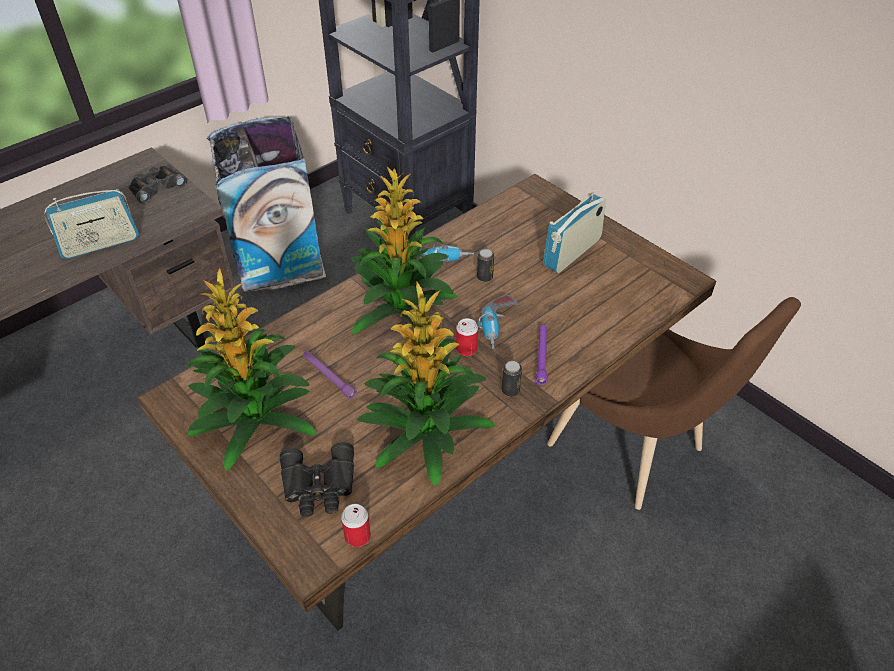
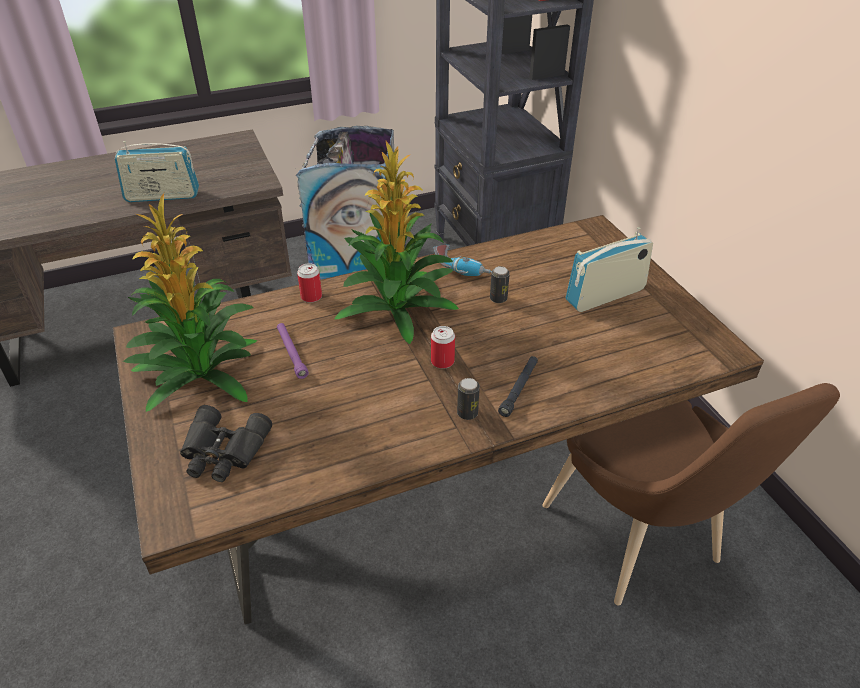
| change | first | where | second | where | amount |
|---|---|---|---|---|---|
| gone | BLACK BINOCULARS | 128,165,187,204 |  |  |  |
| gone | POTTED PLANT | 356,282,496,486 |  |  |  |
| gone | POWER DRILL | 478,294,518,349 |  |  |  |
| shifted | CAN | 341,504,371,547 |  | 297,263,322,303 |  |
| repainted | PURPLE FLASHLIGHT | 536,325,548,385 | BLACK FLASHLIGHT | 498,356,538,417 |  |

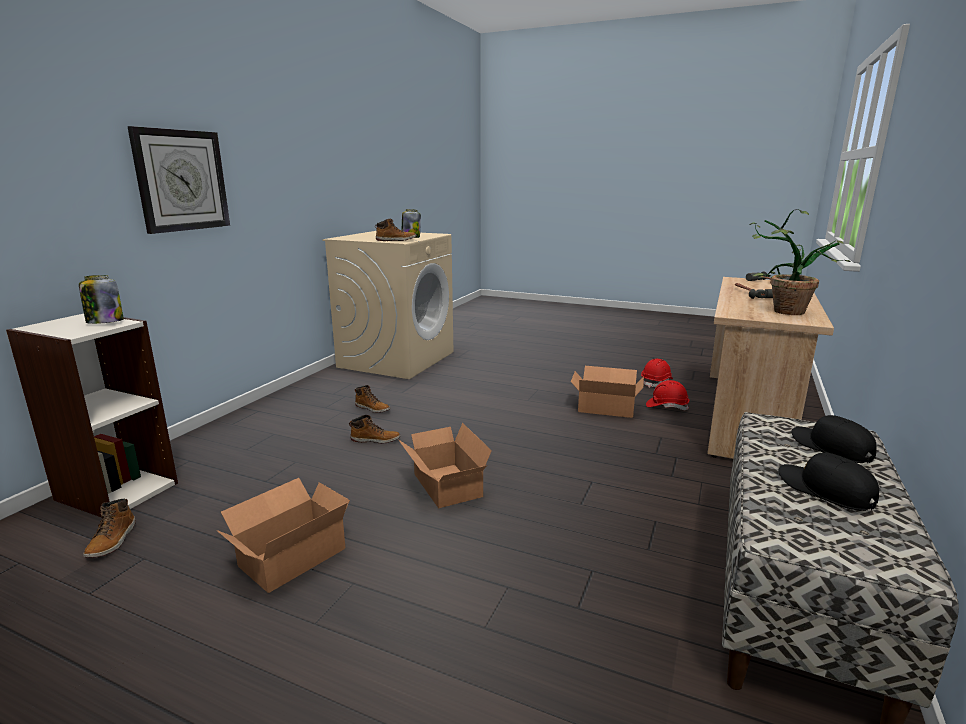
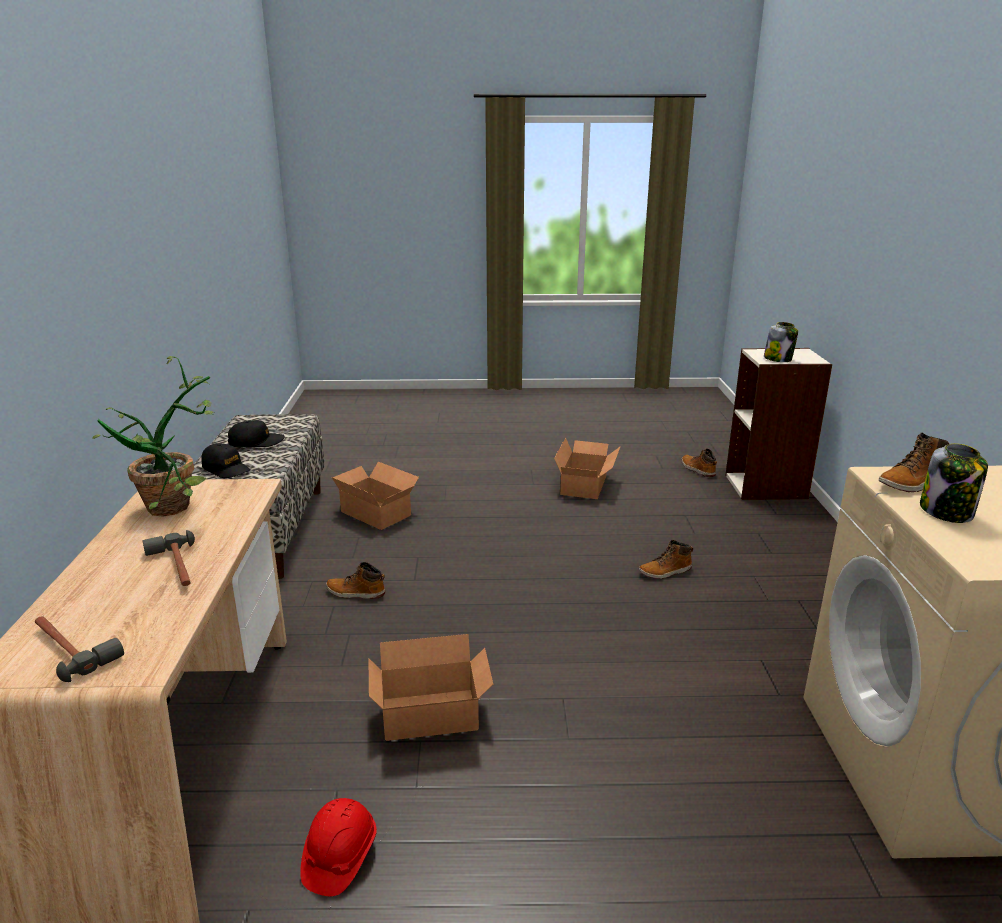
| change | first | where | second | where | amount |
|---|---|---|---|---|---|
| gone | WALL CLOCK | 127,126,230,234 |  |  |  |
| gone | RED HARD HAT | 646,380,689,410 |  |  |  |
| shifted | BOOT | 355,385,390,413 |  | 326,562,385,599 |  |
| shifted | CARDBOARD BOX | 398,423,492,508 |  | 332,462,419,530 |  |
| rotated | BLACK CAP | 778,452,879,511 |  | 228,420,285,448 | 45 degrees counterclockwise |

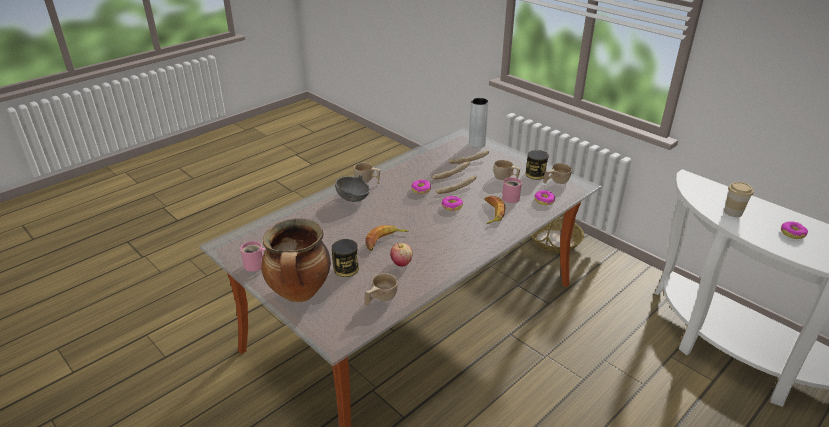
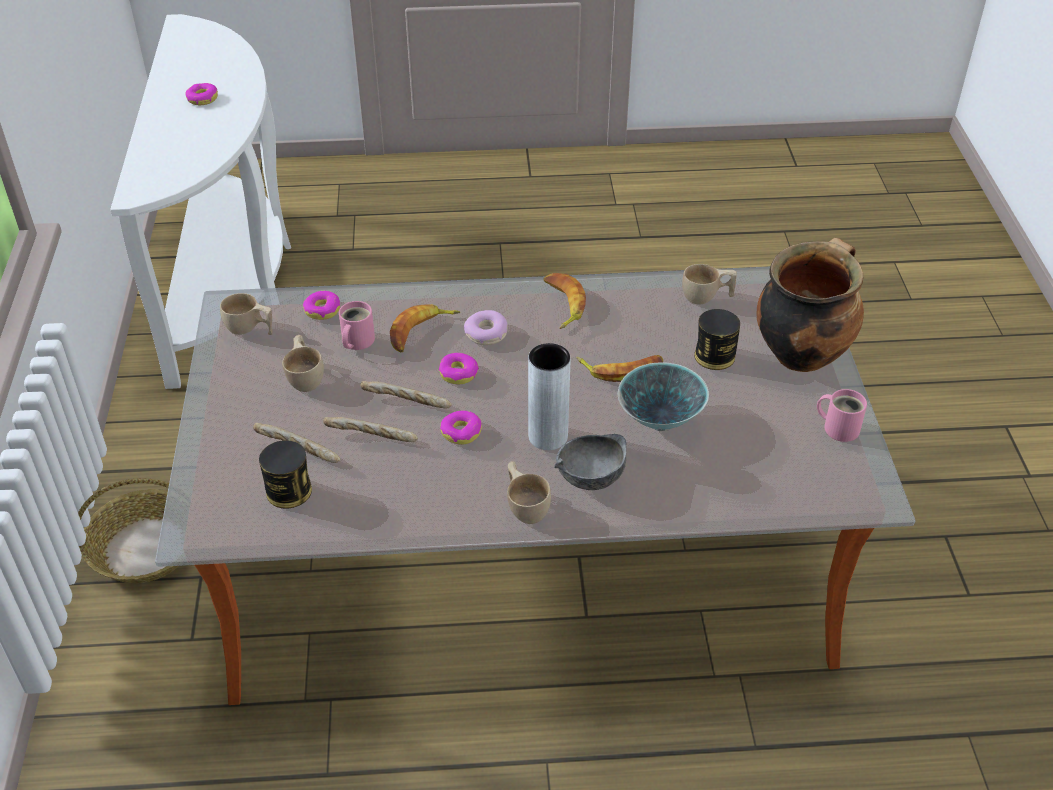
| change | first | where | second | where | amount |
|---|---|---|---|---|---|
| gone | APPLE | 390,243,413,266 |  |  |  |
| gone | CUP | 724,182,754,217 |  |  |  |
| new |  |  | DONUT | 464,310,508,345 |  |
| new |  |  | BANANA | 544,273,586,329 |  |
| new |  |  | BOWL | 617,362,709,431 |  |
| shifted | GREY VASE | 469,98,489,148 |  | 528,343,571,450 |  |
| shifted | CAN | 526,150,549,180 |  | 259,440,312,509 |  |

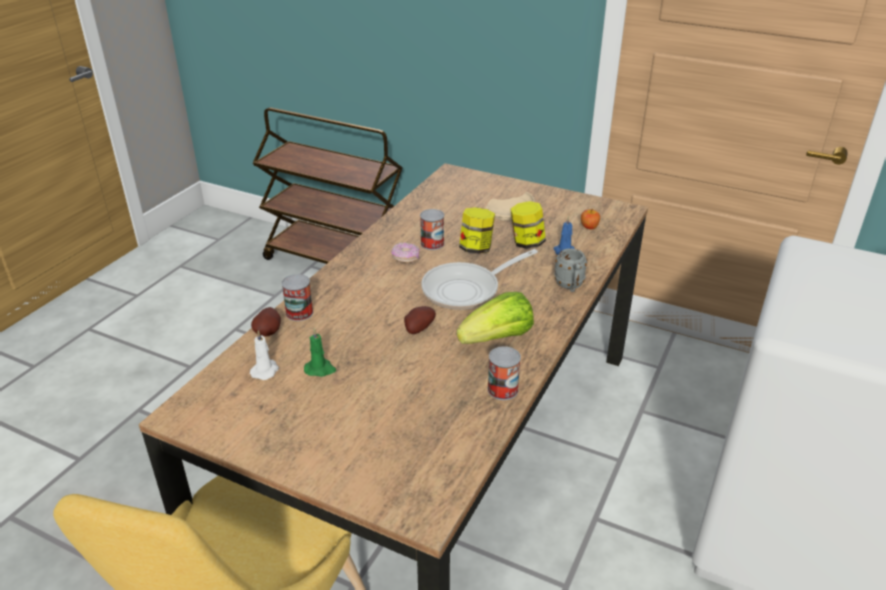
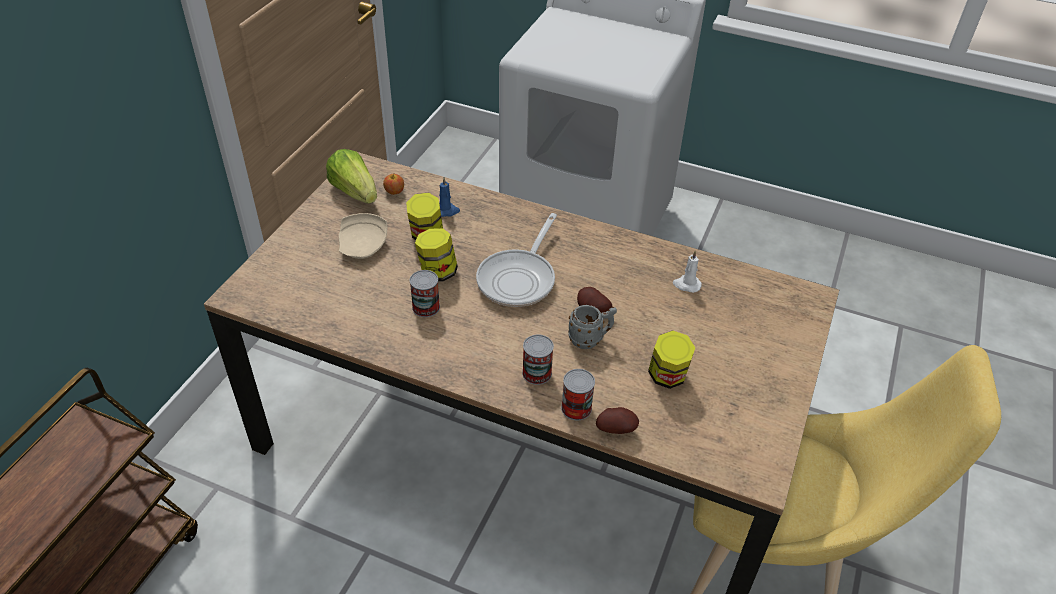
| change | first | where | second | where | amount |
|---|---|---|---|---|---|
| gone | DONUT | 391,242,420,263 |  |  |  |
| shifted | WHITE CANDLE | 250,330,279,380 |  | 673,251,702,293 |  |
| shifted | LETTUCE | 457,292,534,344 |  | 326,149,377,204 |  |
| shifted | CAN | 487,346,521,400 |  | 522,335,554,385 |  |
| shifted | GREY MUG | 555,248,587,292 |  | 568,305,617,349 |  |
| swapped | GREEN CANDLE | 304,328,336,377 | JAR | 648,330,695,389 |  |
| rotated | FRYING PAN | 421,249,538,310 |  | 476,213,557,307 | 60 degrees clockwise |

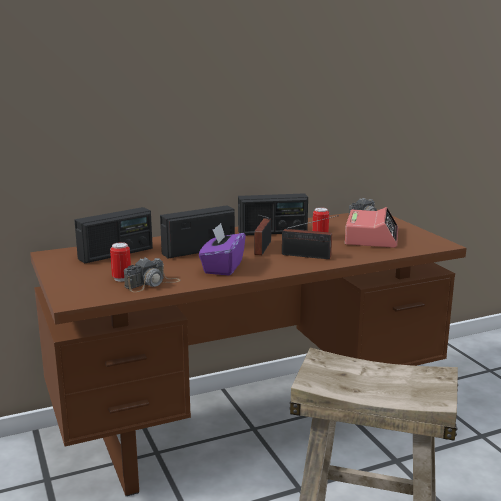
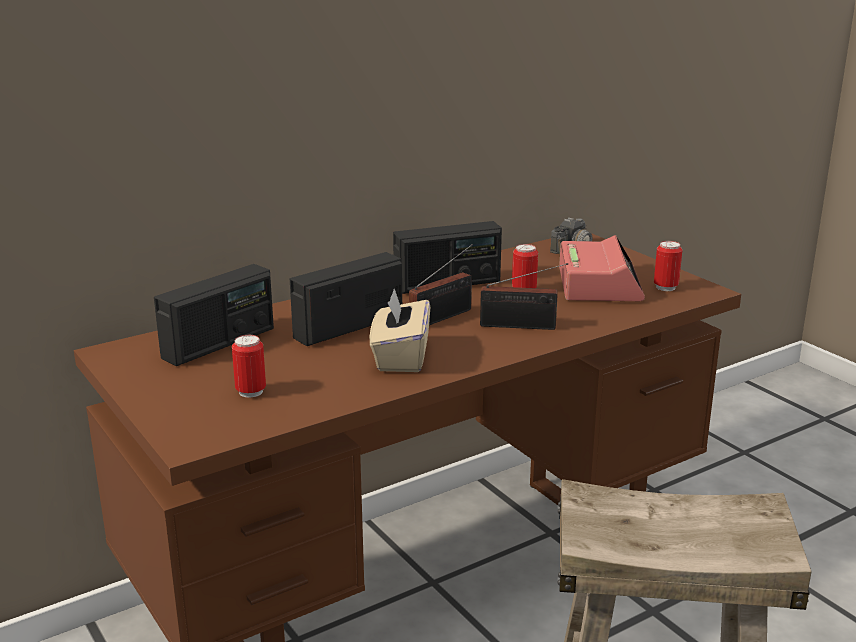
| change | first | where | second | where | amount |
|---|---|---|---|---|---|
| gone | PHOTO CAMERA | 124,258,180,292 |  |  |  |
| new |  |  | CAN | 654,241,682,291 |  |
| repainted | PURPLE TISSUE BOX | 199,223,246,275 | BEIGE TISSUE BOX | 369,289,430,372 |  |
| rotated | RADIO | 254,215,271,255 |  | 409,244,473,325 | 135 degrees counterclockwise |

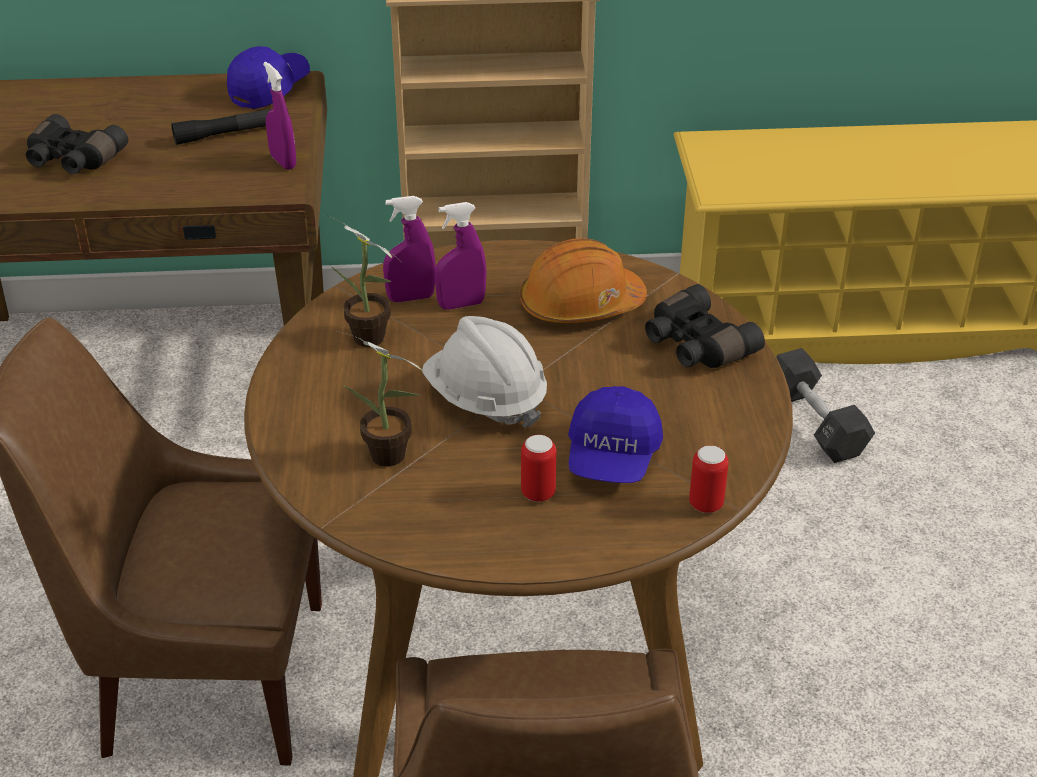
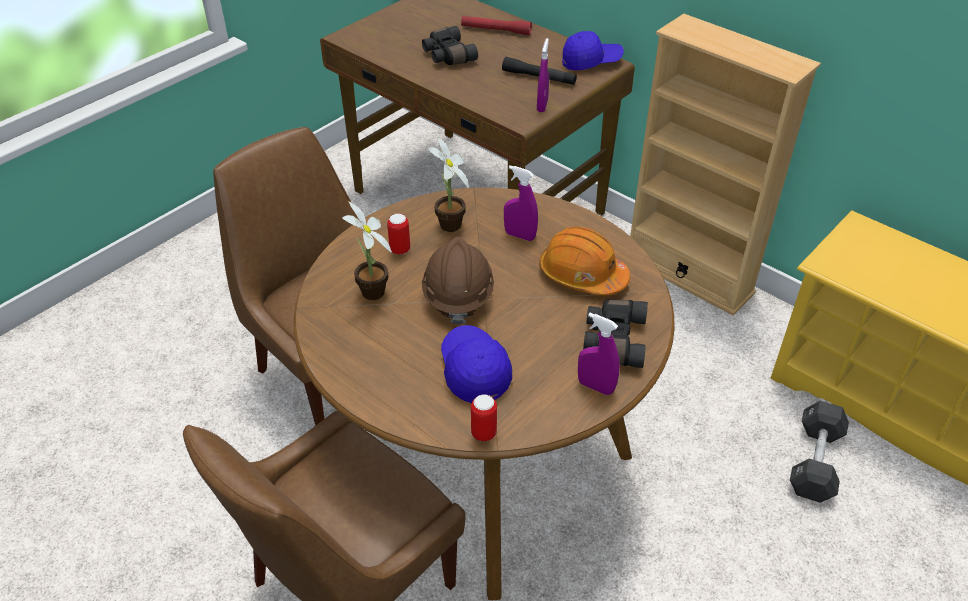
| change | first | where | second | where | amount |
|---|---|---|---|---|---|
| new |  |  | RED FLASHLIGHT | 461,16,532,35 |  |
| shifted | PURPLE SPRAY BOTTLE | 383,196,436,302 |  | 578,313,620,395 |  |
| shifted | CAN | 521,435,556,502 |  | 387,214,410,255 |  |
| repainted | WHITE HARD HAT | 422,316,547,428 | BROWN HARD HAT | 422,237,494,325 |  |
| rotated | BLUE CAP | 568,386,663,483 |  | 441,325,512,403 | 105 degrees clockwise |

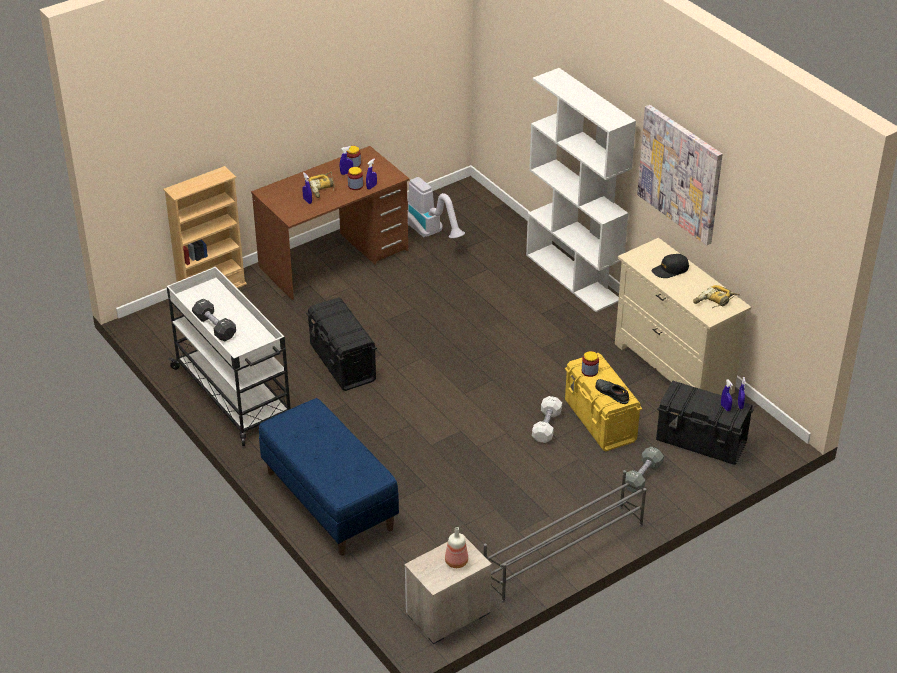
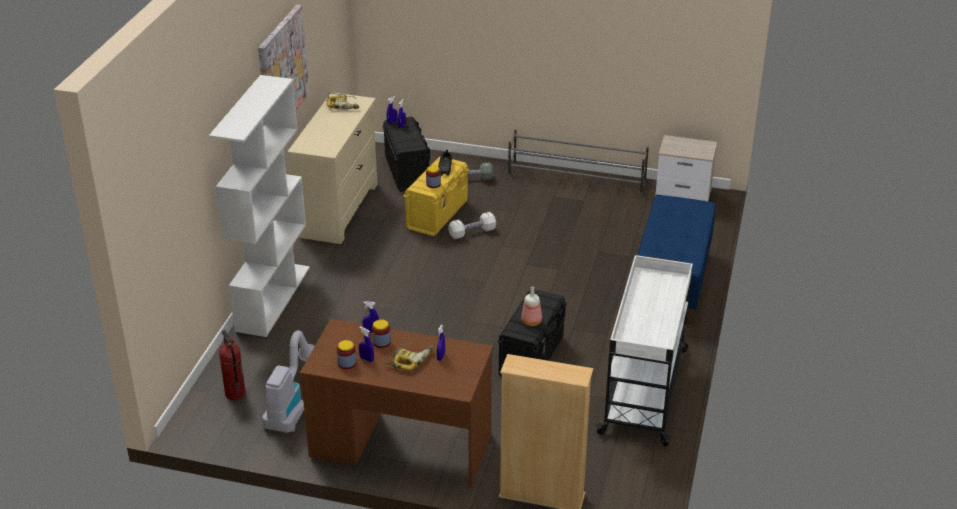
| change | first | where | second | where | amount |
|---|---|---|---|---|---|
| gone | BLACK DUMBBELL | 192,299,236,341 |  |  |  |
| gone | BLACK CAP | 652,254,689,278 |  |  |  |
| new |  |  | FIRE EXTINGUISHER | 219,330,246,400 |  |
| shifted | BOTTLE | 445,527,468,568 |  | 521,286,542,326 |  |

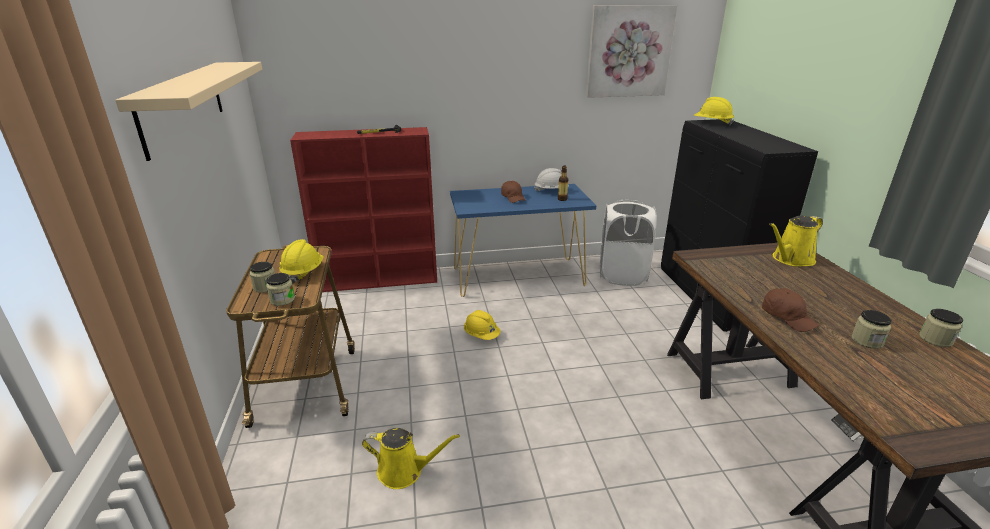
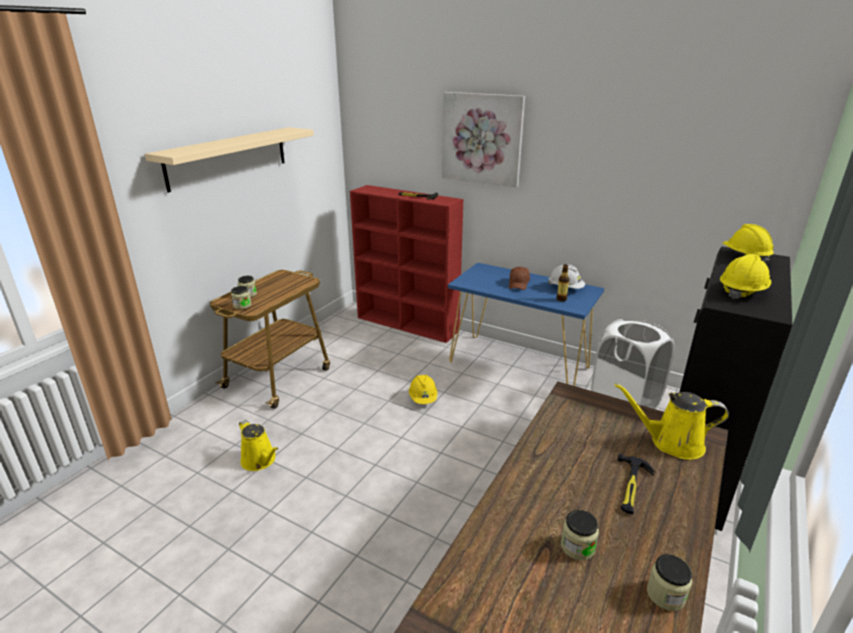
| change | first | where | second | where | amount |
|---|---|---|---|---|---|
| gone | BROWN CAP | 762,288,819,332 |  |  |  |
| new |  |  | HAMMER | 617,454,655,514 |  |
| shifted | YELLOW HARD HAT | 279,239,324,284 |  | 720,254,771,300 |  |
| shifted | PICTURE | 586,5,677,98 |  | 442,92,525,187 |  |

